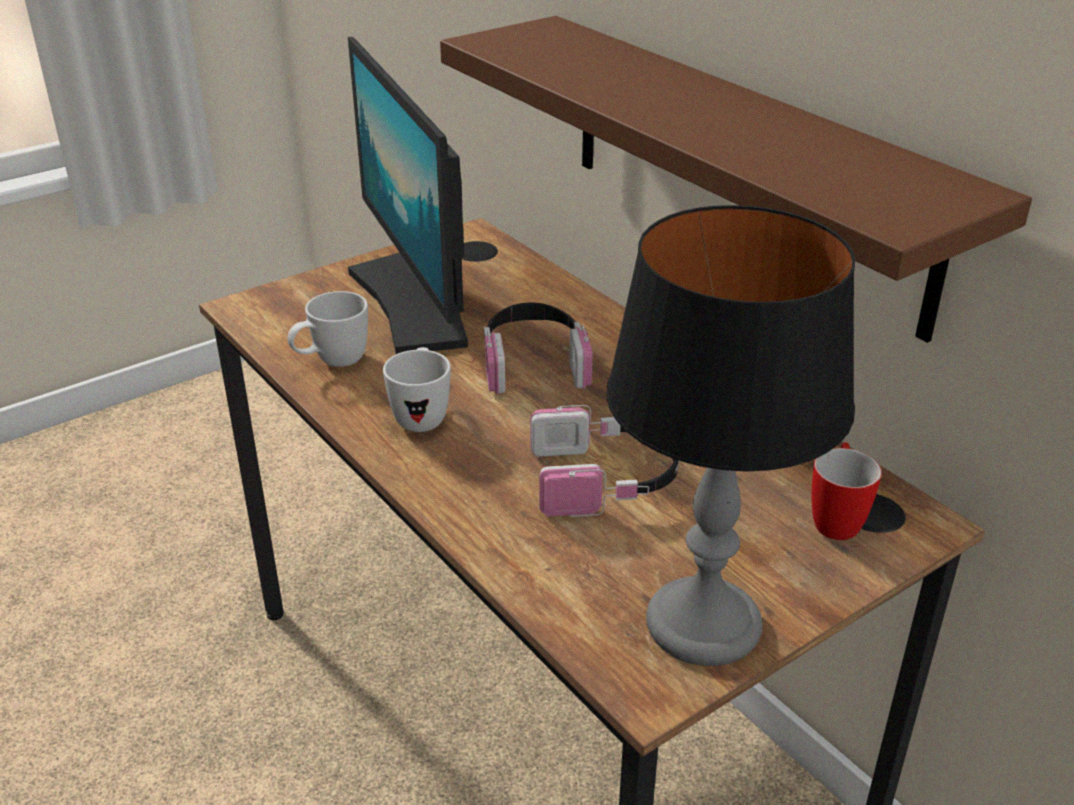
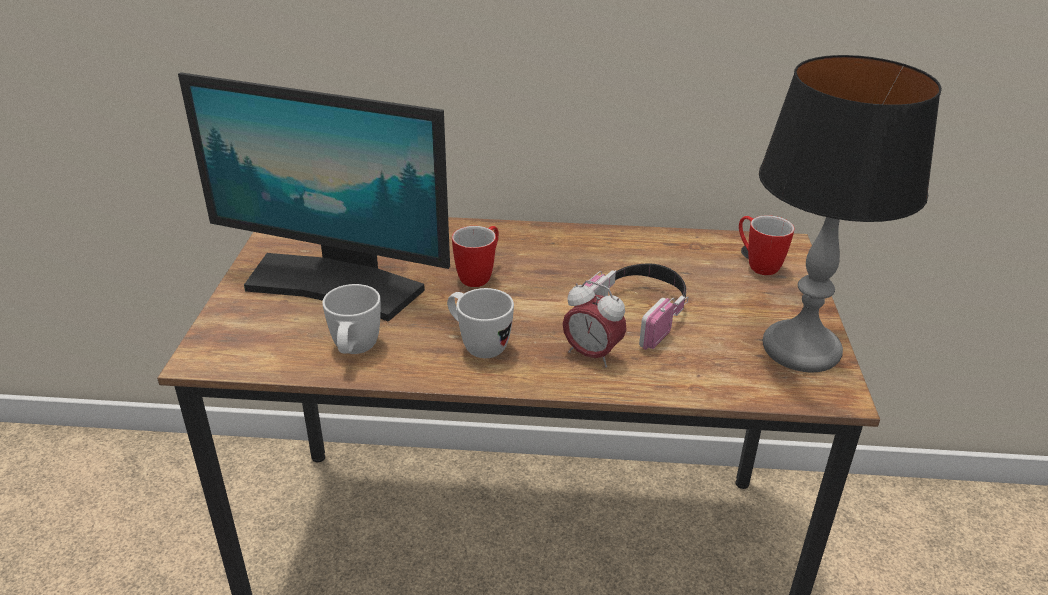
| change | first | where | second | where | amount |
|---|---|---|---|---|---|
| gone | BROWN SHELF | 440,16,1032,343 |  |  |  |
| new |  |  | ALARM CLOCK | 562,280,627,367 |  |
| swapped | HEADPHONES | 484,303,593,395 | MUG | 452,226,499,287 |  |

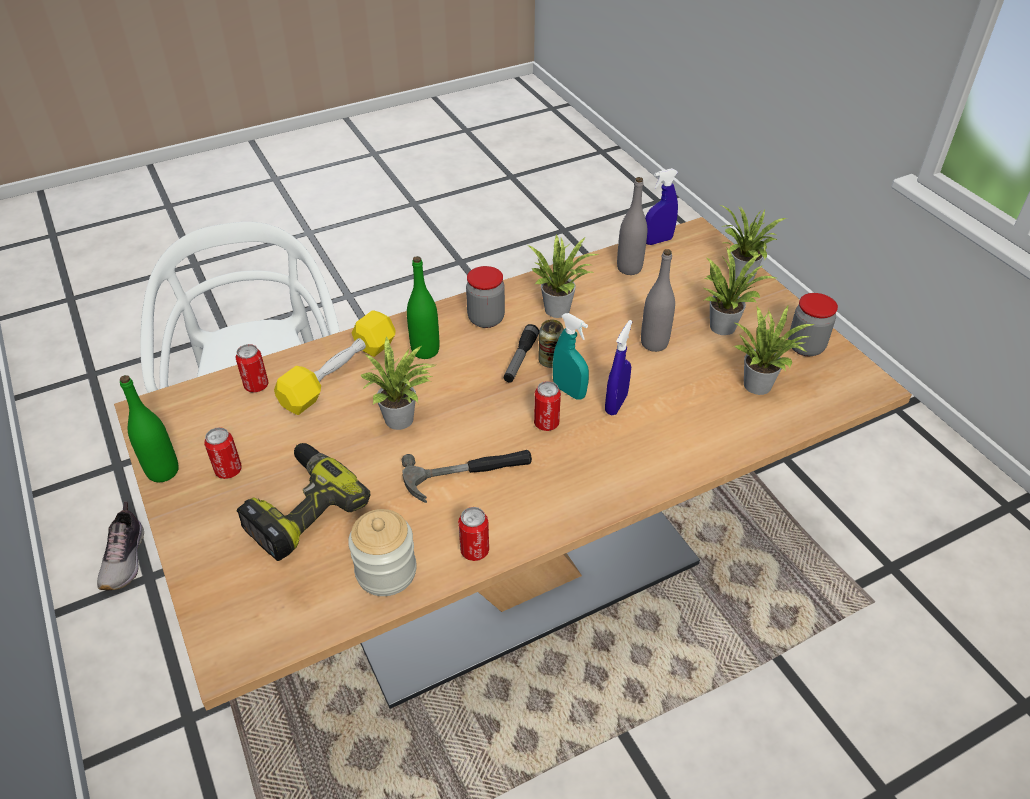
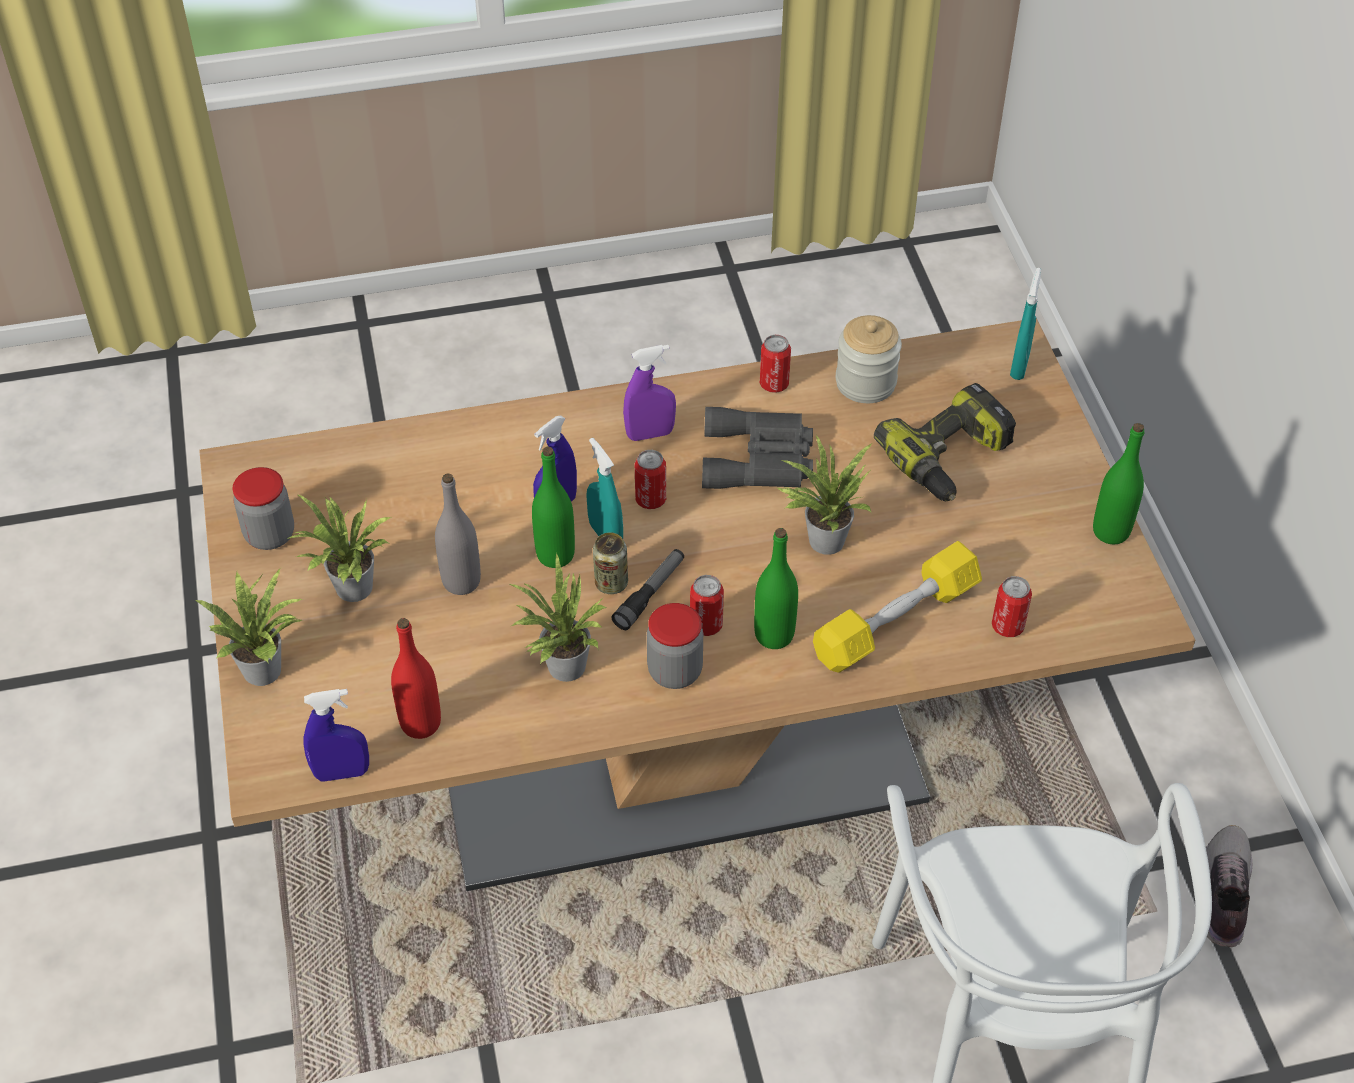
| change | first | where | second | where | amount |
|---|---|---|---|---|---|
| gone | POTTED PLANT | 735,306,814,395 |  |  |  |
| new |  |  | GREEN BOTTLE | 532,447,575,568 |  |
| new |  |  | PURPLE SPRAY BOTTLE | 623,345,676,441 |  |
| new |  |  | TURQUOISE SPRAY BOTTLE | 1010,268,1041,380 |  |
| shifted | CAN | 204,427,242,479 |  | 690,575,724,636 |  |
| swapped | HAMMER | 402,450,532,503 | GREY BINOCULARS | 702,407,813,489 |  |
| repainted | GREY BOTTLE | 617,177,647,275 | RED BOTTLE | 391,618,441,739 |  |

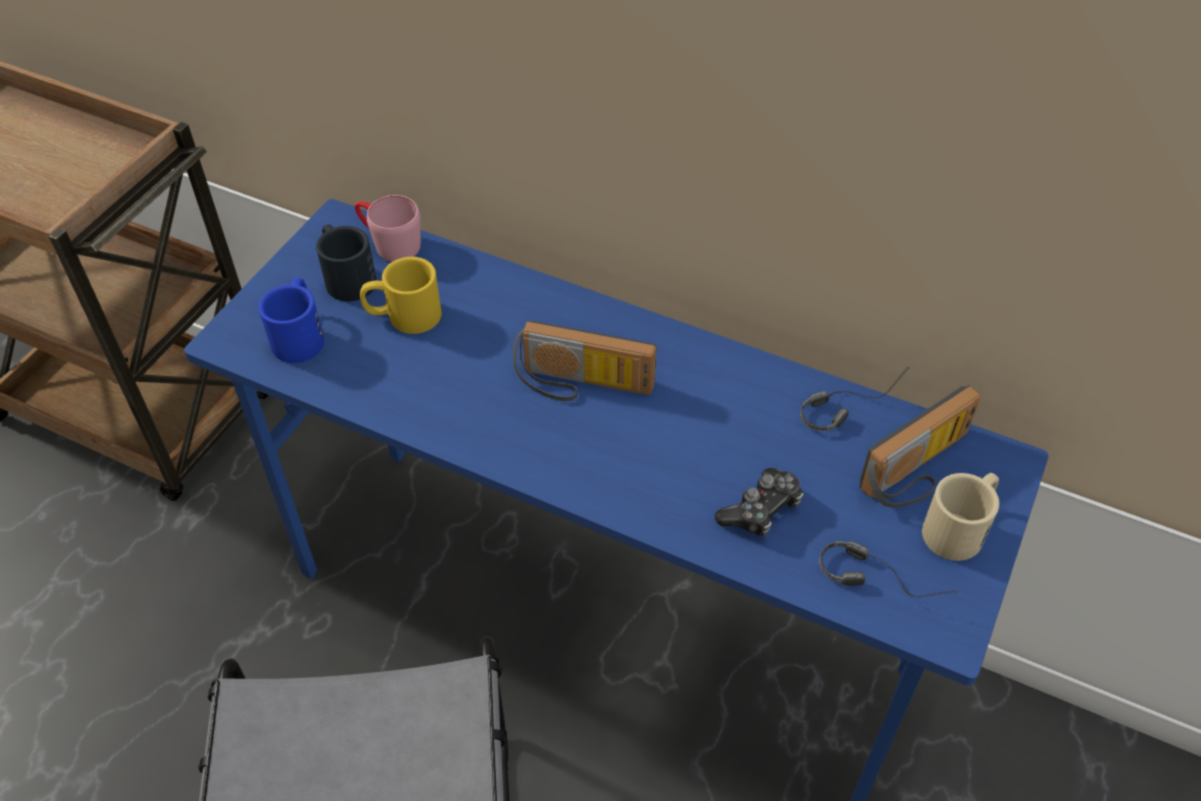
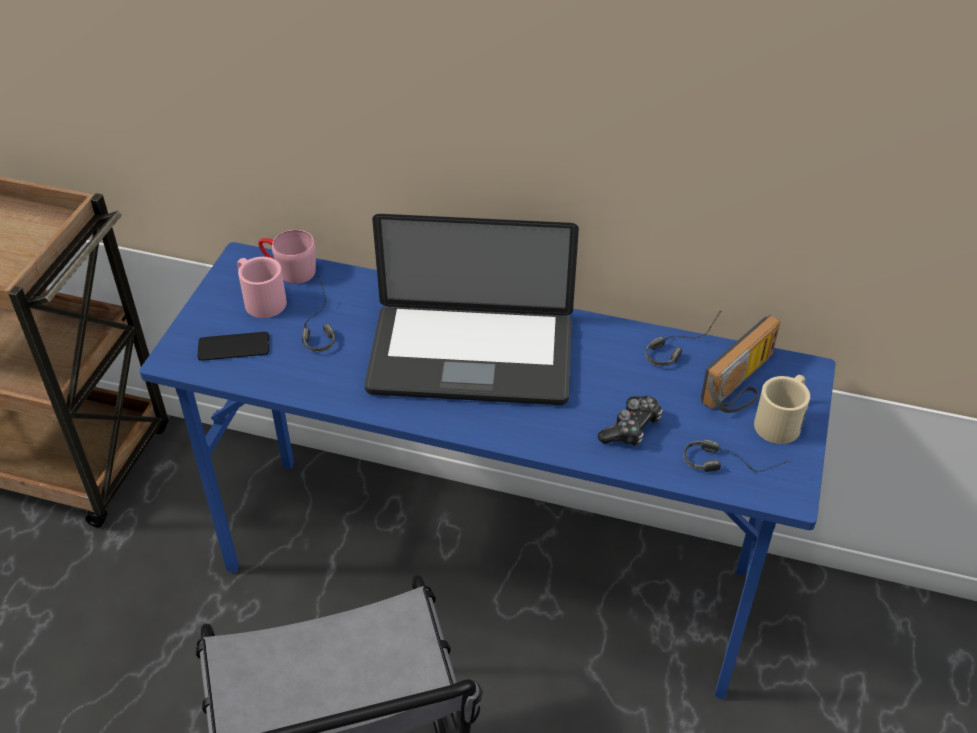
| change | first | where | second | where | amount |
|---|---|---|---|---|---|
| swapped | BLUE MUG | 258,278,324,363 | PHONE | 198,332,269,361 |  |
| swapped | YELLOW MUG | 360,257,442,334 | HEADPHONES | 302,276,335,352 |  |
| swapped | RADIO | 513,321,657,401 | LAPTOP | 365,214,579,405 |  |
| repainted | BLACK MUG | 316,224,377,301 | PINK MUG | 237,257,287,318 |  |

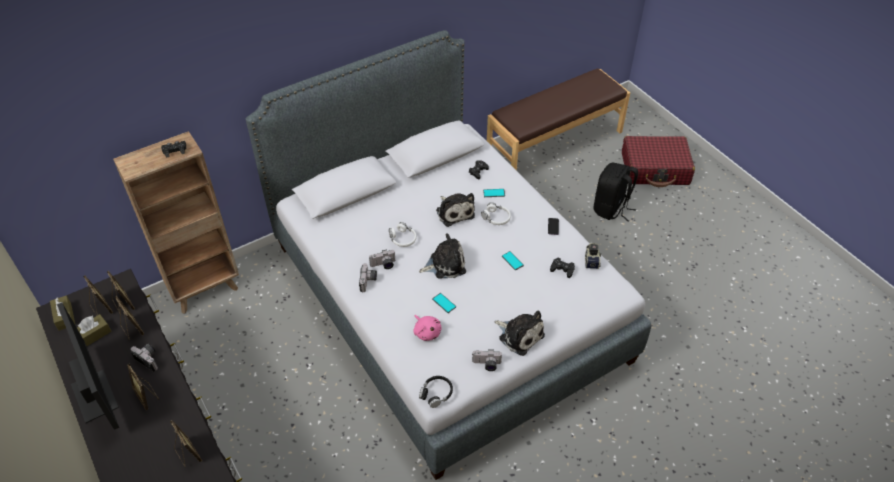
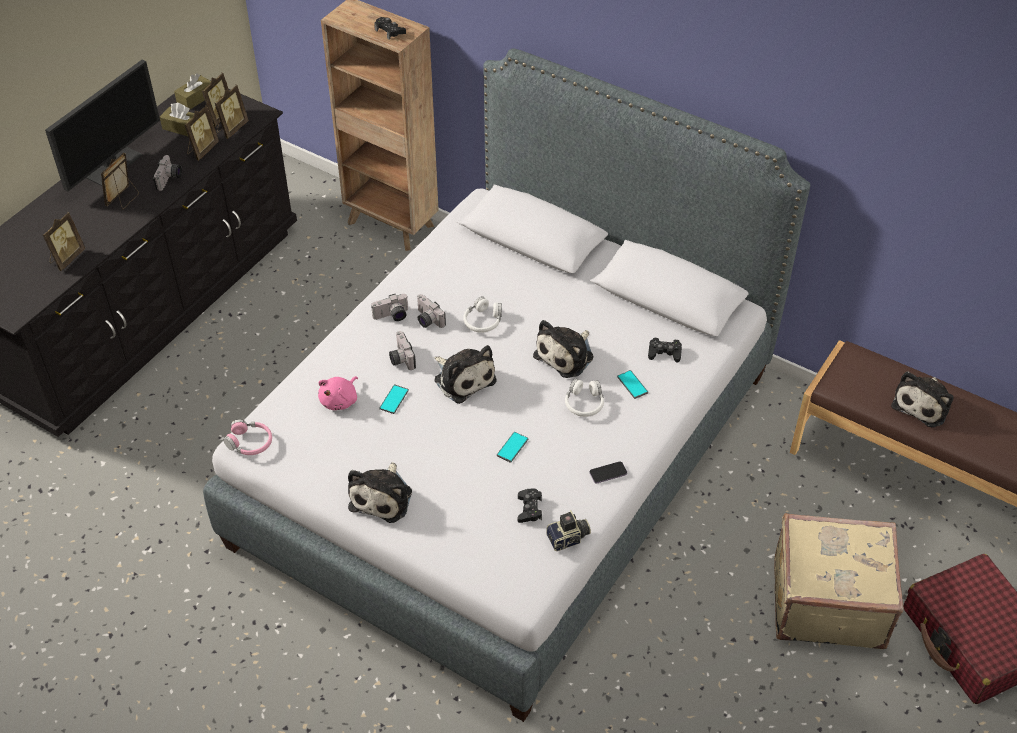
| change | first | where | second | where | amount |
|---|---|---|---|---|---|
| new |  |  | PLUSH TOY | 891,371,954,427 |  |
| shifted | PHOTO CAMERA | 472,349,503,371 |  | 389,331,416,370 |  |
| swapped | BLACK BACKPACK | 594,163,638,222 | BEIGE SUITCASE | 774,513,904,649 |  |
| repainted | BLACK HEADPHONES | 419,376,453,408 | PINK HEADPHONES | 223,419,272,455 |  |

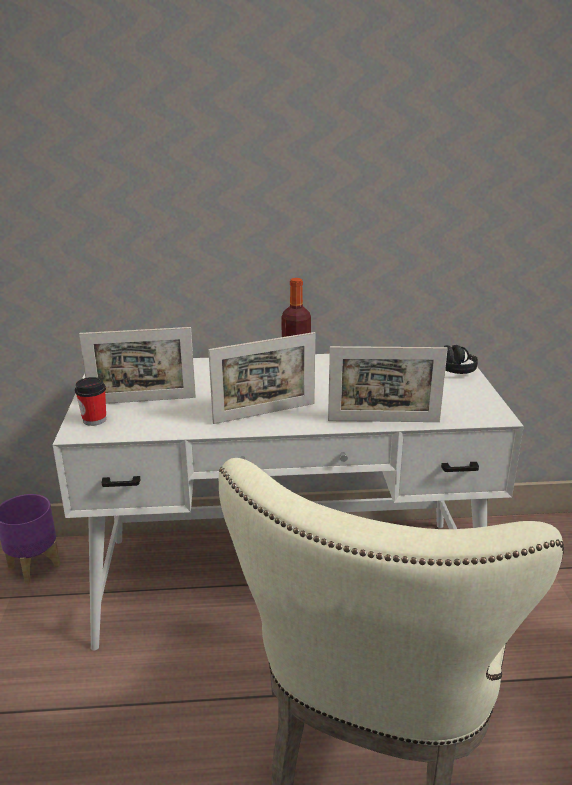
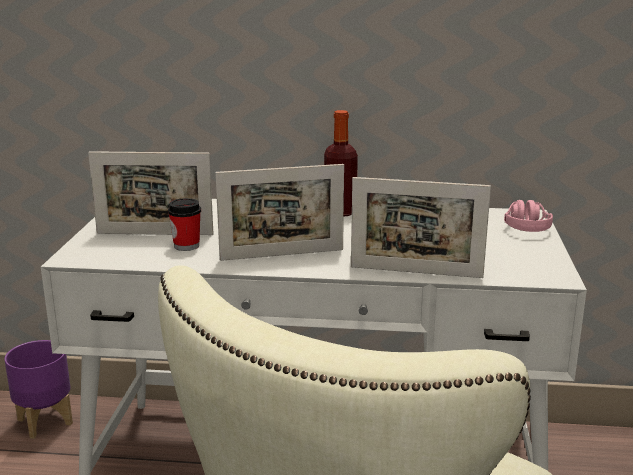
| change | first | where | second | where | amount |
|---|---|---|---|---|---|
| shifted | CUP | 75,377,106,426 |  | 168,198,201,251 |  |
| repainted | BLACK HEADPHONES | 444,345,478,374 | PINK HEADPHONES | 504,200,553,232 |  |

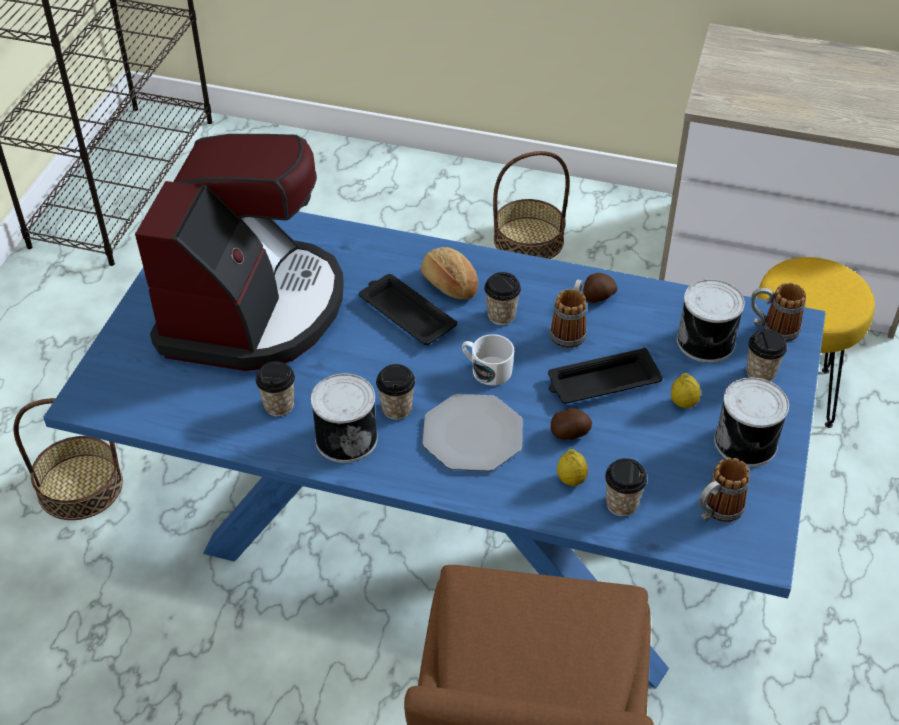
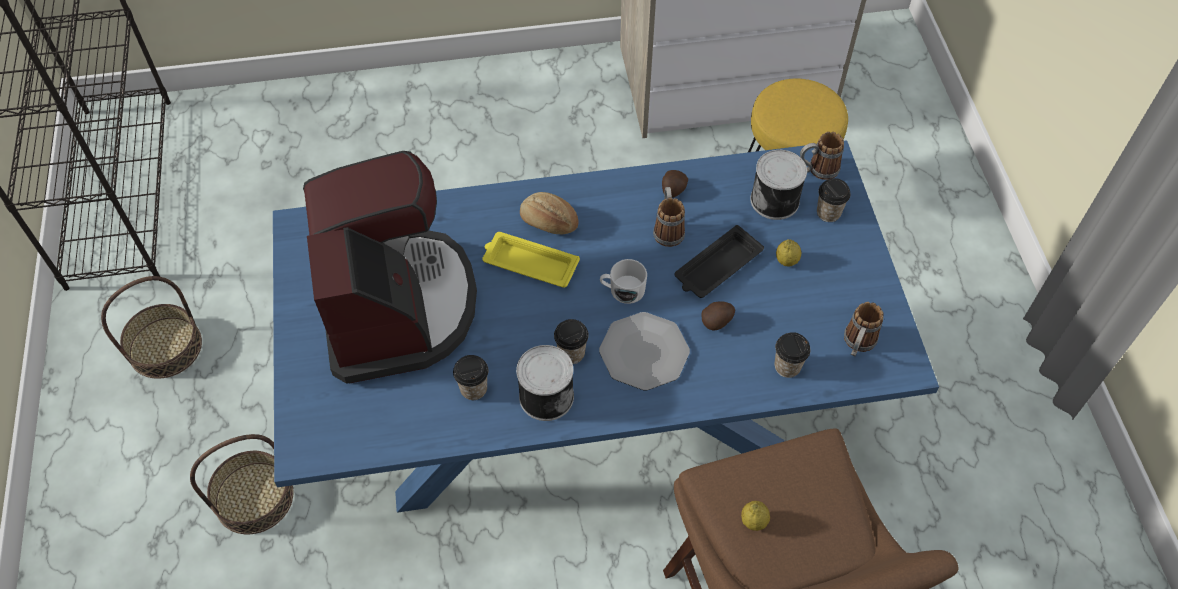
| change | first | where | second | where | amount |
|---|---|---|---|---|---|
| gone | CUP | 484,272,521,325 |  |  |  |
| gone | CAN | 714,377,789,467 |  |  |  |
| shifted | BASKET | 493,151,570,259 |  | 101,276,202,379 |  |
| shifted | LEMON | 557,449,588,486 |  | 741,501,770,531 |  |
| repainted | BLACK TRAY | 359,274,457,345 | YELLOW TRAY | 482,232,580,288 |  |

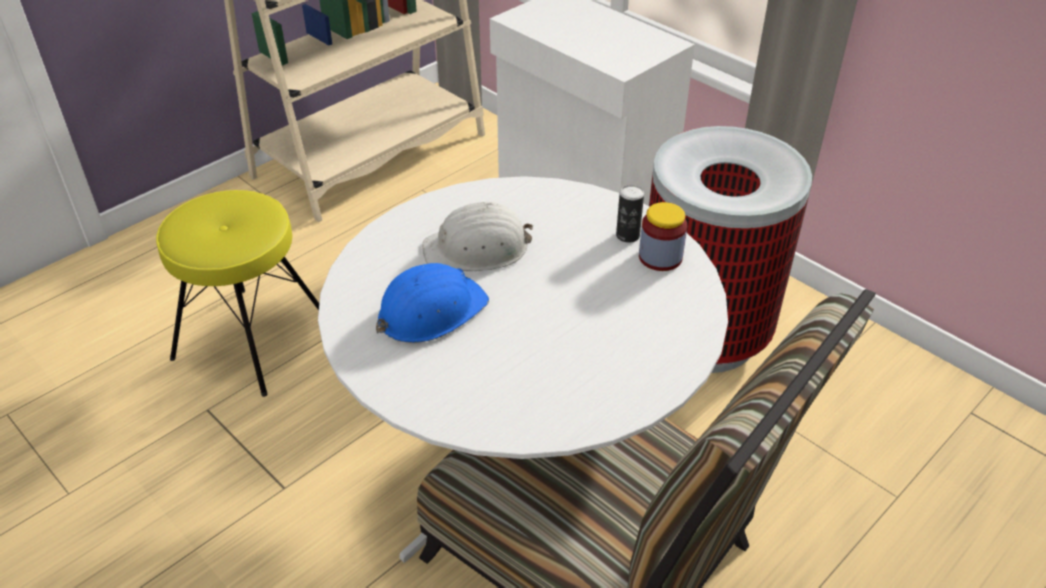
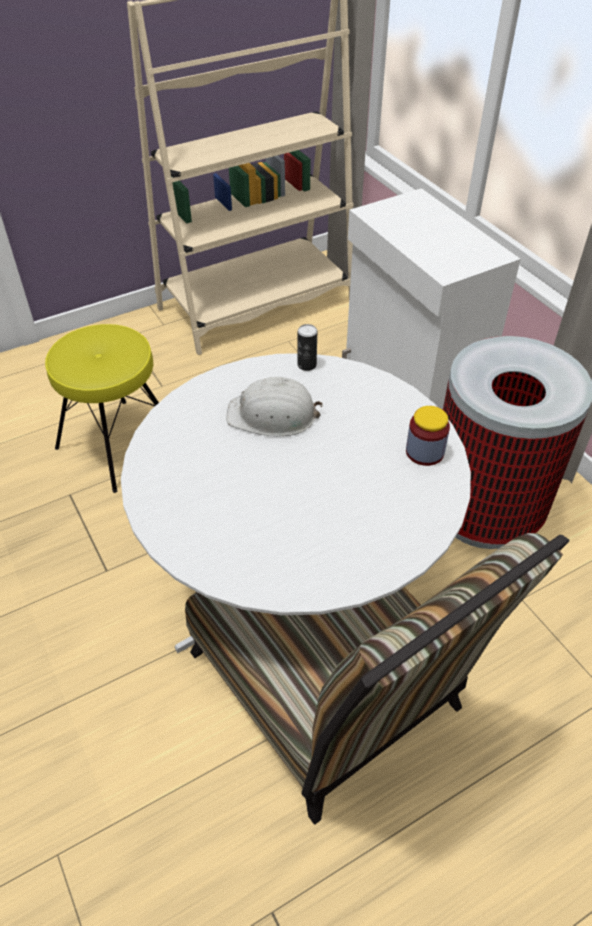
| change | first | where | second | where | amount |
|---|---|---|---|---|---|
| gone | BLUE HARD HAT | 376,263,489,343 |  |  |  |
| shifted | CAN | 616,185,644,243 |  | 298,324,317,371 |  |

